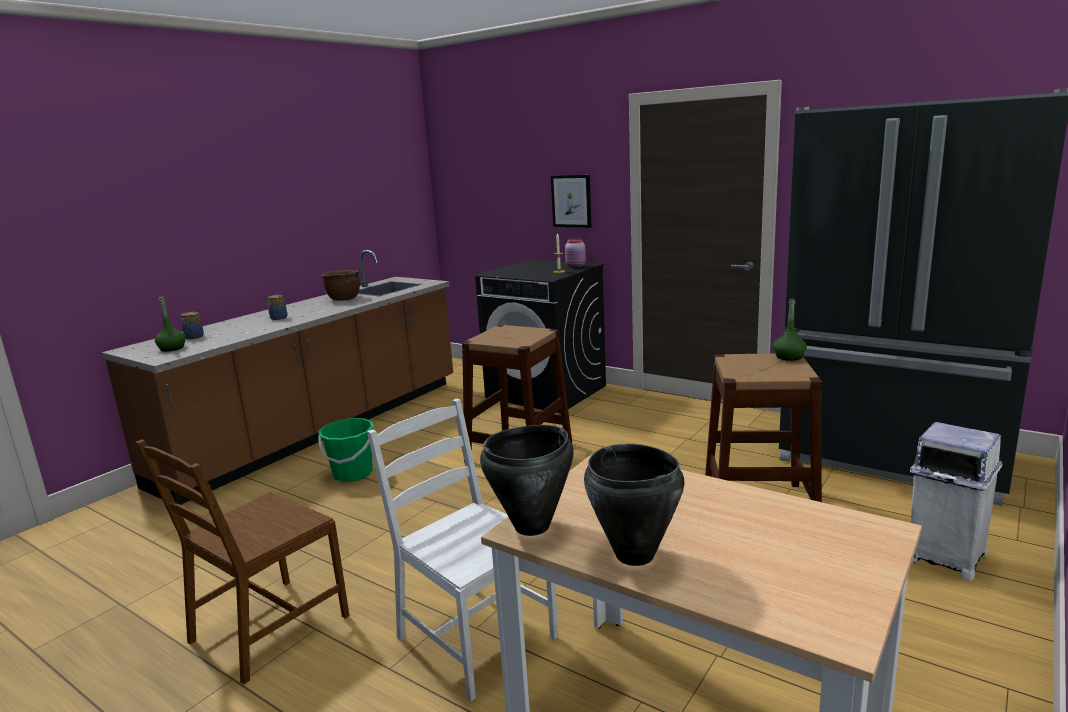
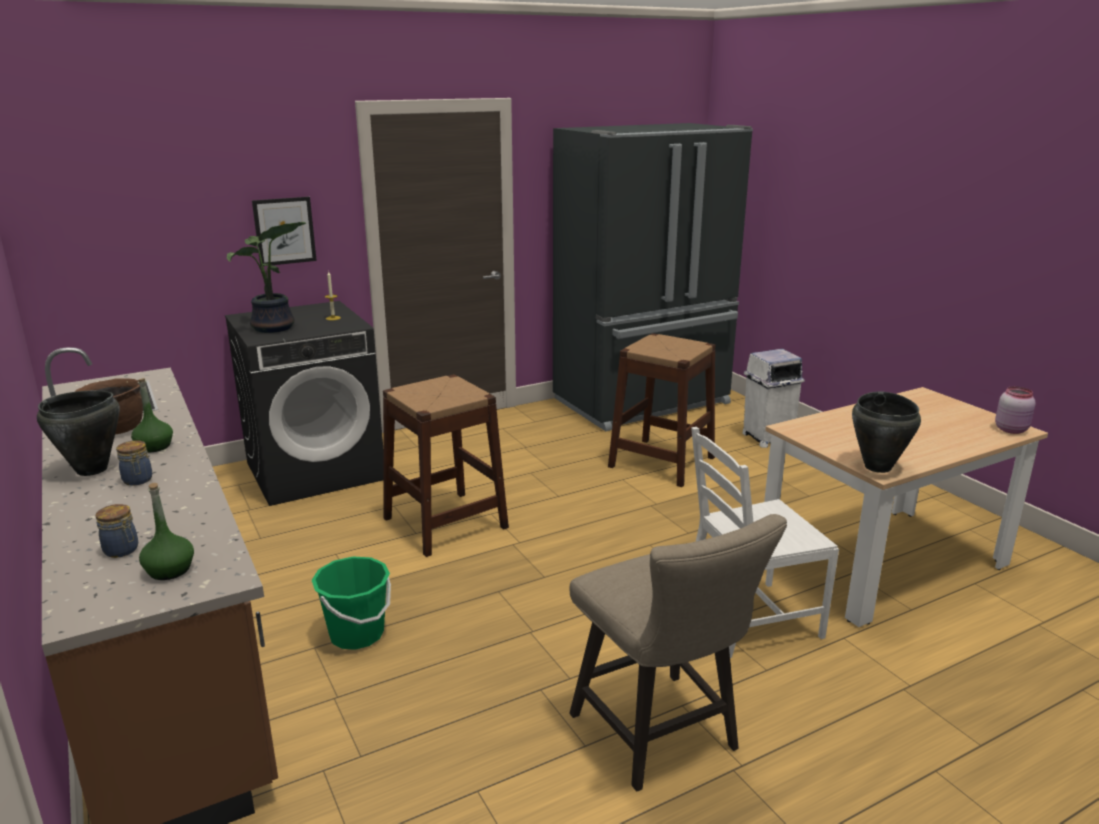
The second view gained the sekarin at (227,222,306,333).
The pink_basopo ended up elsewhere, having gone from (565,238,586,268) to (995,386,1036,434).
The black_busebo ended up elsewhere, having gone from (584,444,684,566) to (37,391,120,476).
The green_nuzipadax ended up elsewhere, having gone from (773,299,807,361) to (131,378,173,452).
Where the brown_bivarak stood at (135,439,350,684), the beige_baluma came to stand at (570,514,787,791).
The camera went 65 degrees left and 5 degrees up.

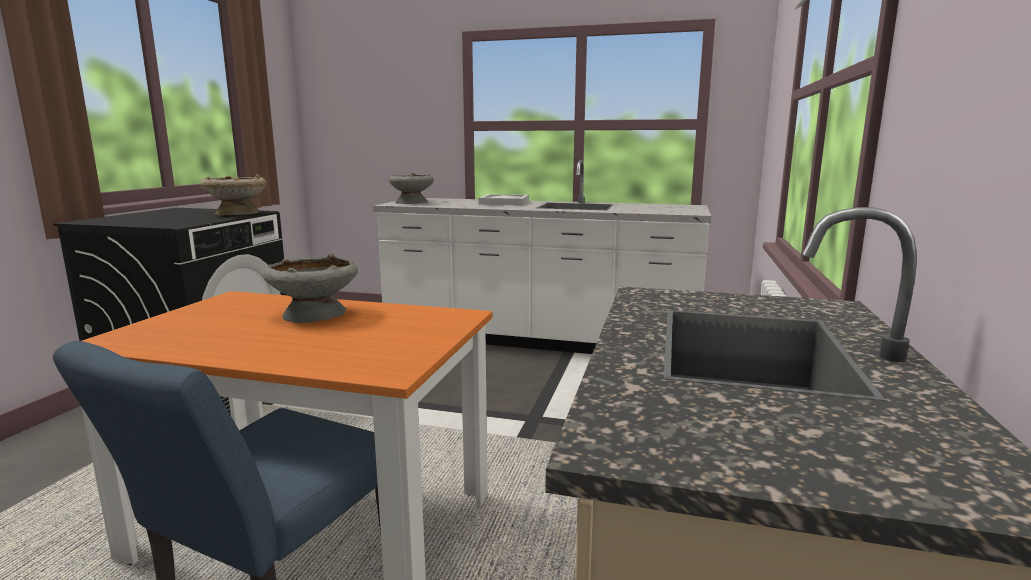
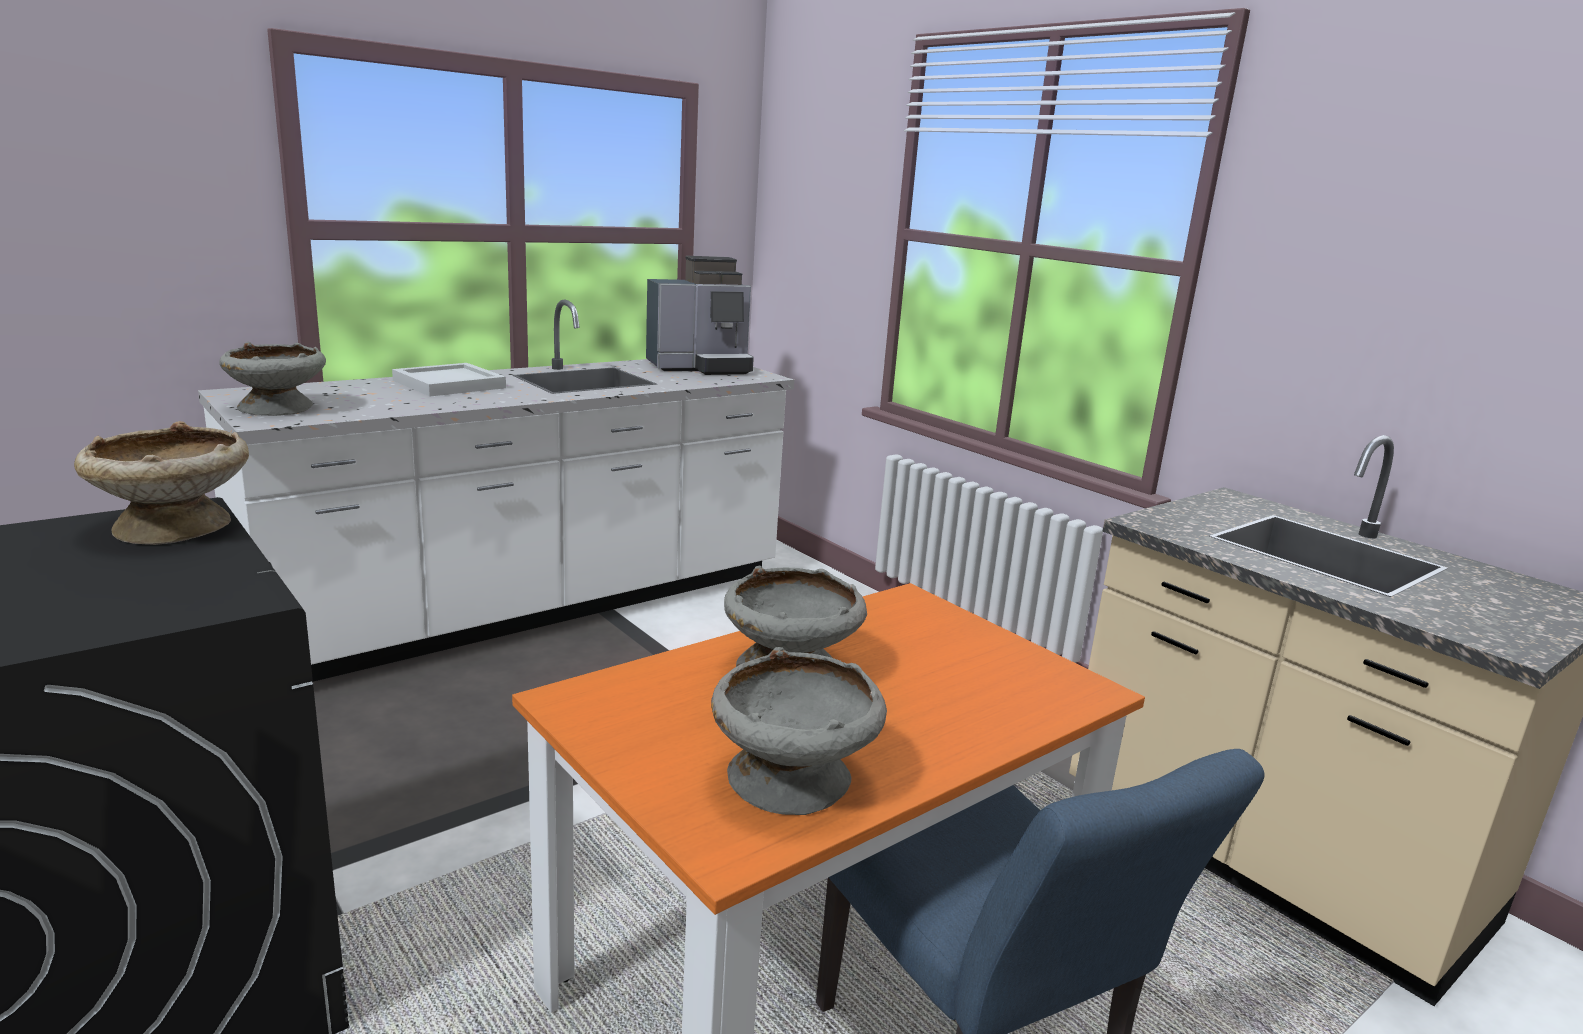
The second view gained the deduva at (646,256,754,375).
The second view gained the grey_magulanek at (711,647,887,815).
The camera went 55 degrees left and 5 degrees up.

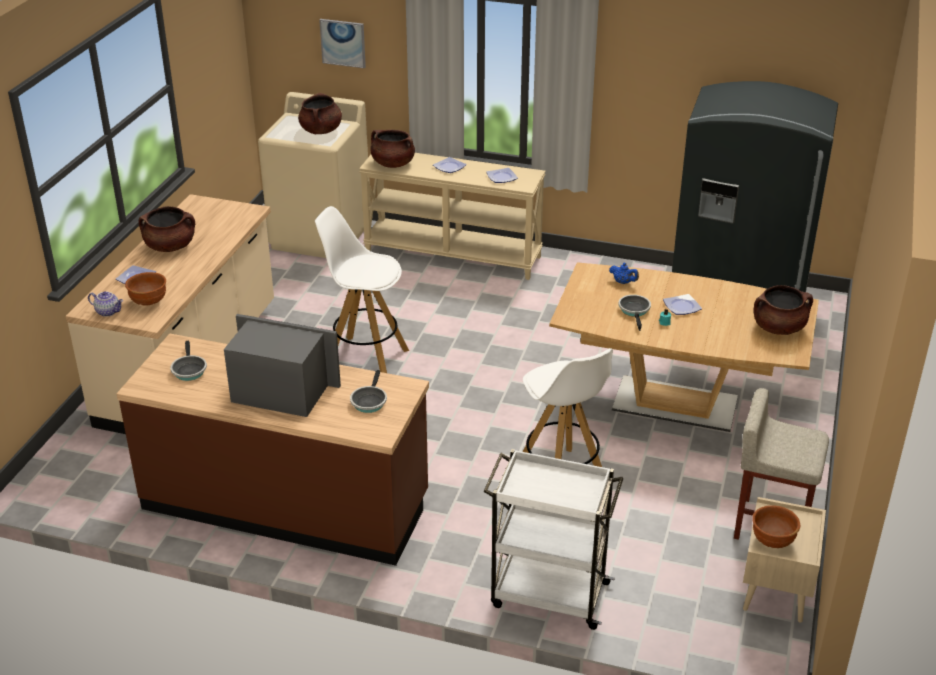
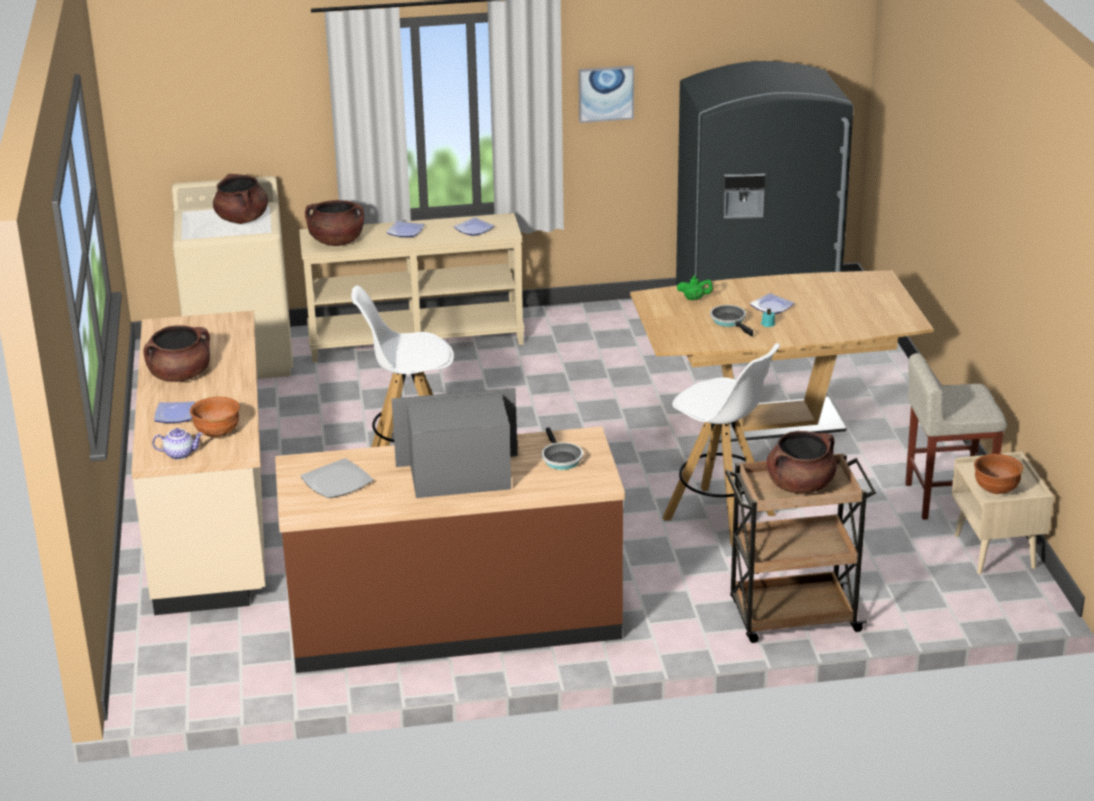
The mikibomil ended up elsewhere, having gone from (319,19,366,68) to (579,66,634,123).
The brown_busebo ended up elsewhere, having gone from (753,285,813,335) to (767,431,836,494).
Where the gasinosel stood at (170,341,207,381), the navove came to stand at (300,458,374,498).
What was the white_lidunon at (484,449,623,630) turned into the brown_lidunon at (725,453,876,643).
What was the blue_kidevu at (609,263,639,284) turned into the green_kidevu at (677,276,713,300).
The camera went 25 degrees left and 5 degrees down.

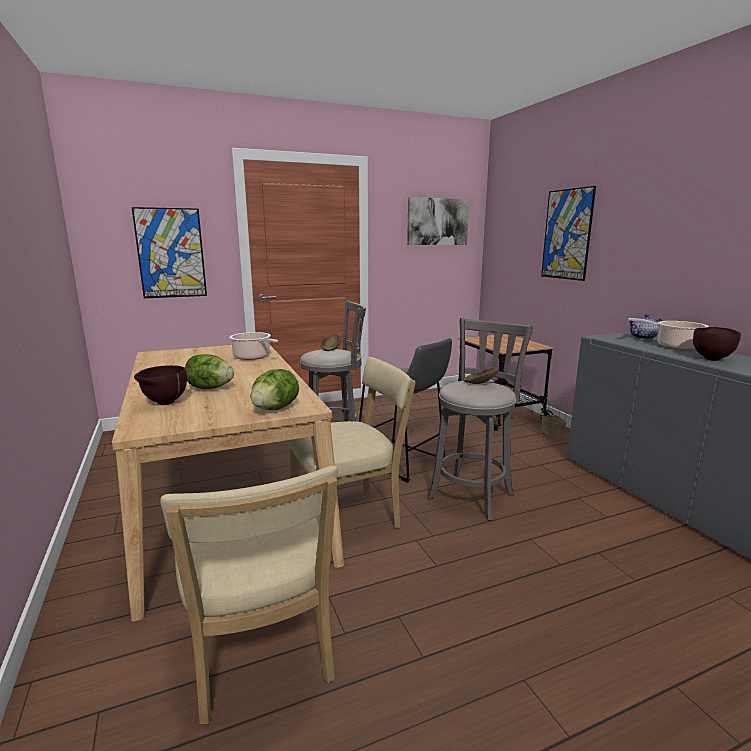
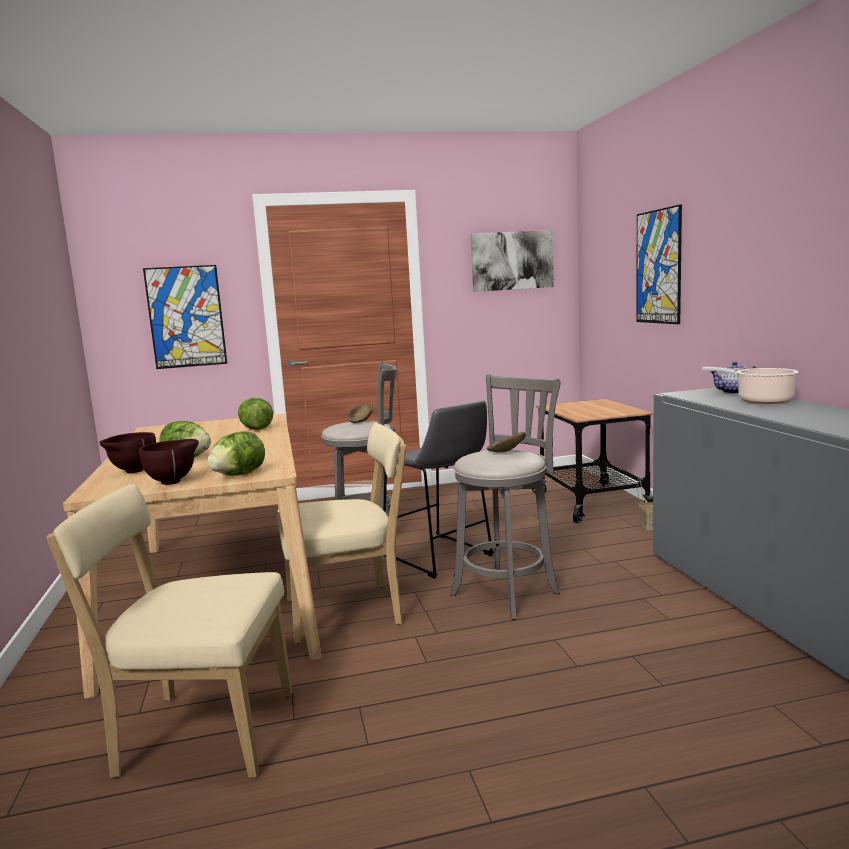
The brown_magulanek ended up elsewhere, having gone from (693,327,741,361) to (139,439,199,485).
Where the busebo stood at (229,332,278,360), the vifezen came to stand at (238,398,273,430).
The beige_bivarak at (160,466,338,724) ended up facing another way, 105 degrees clockwise from before.
The camera went 10 degrees right and 5 degrees down.

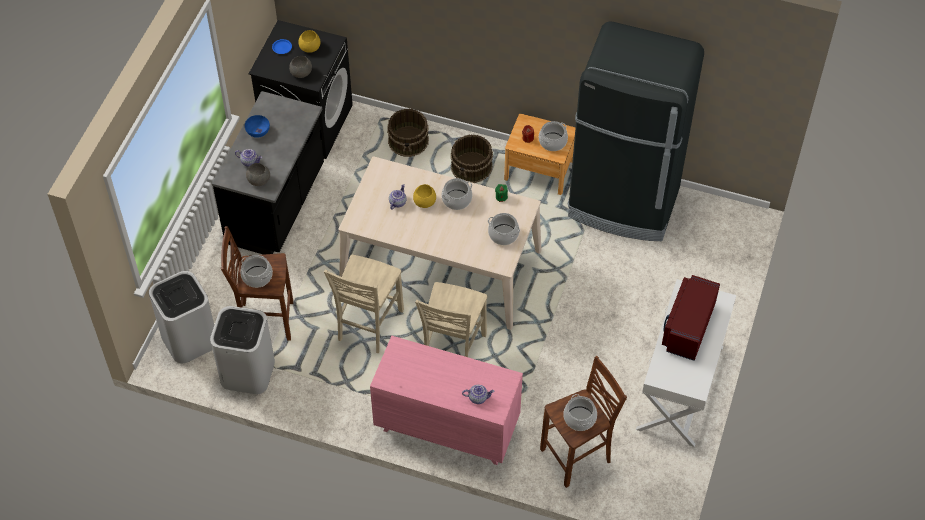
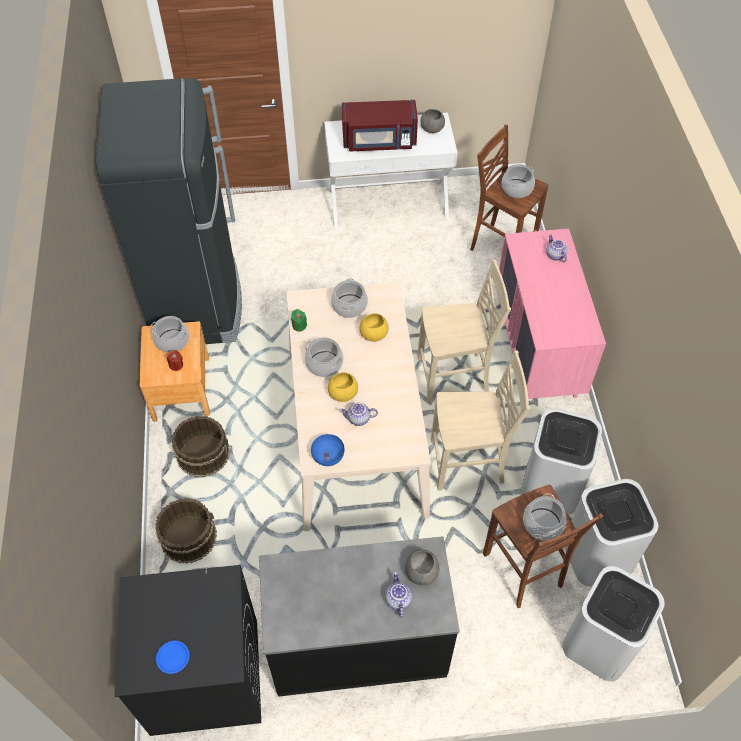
The second view gained the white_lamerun at (521,408,602,515).
The blue_magulanek ended up elsewhere, having gone from (245,115,270,138) to (311,434,345,466).
The grey_magulanek ended up elsewhere, having gone from (289,56,312,78) to (420,109,445,133).
The yellow_magulanek ended up elsewhere, having gone from (298,30,320,53) to (359,313,388,341).
The camera went 115 degrees left and 0 degrees up.

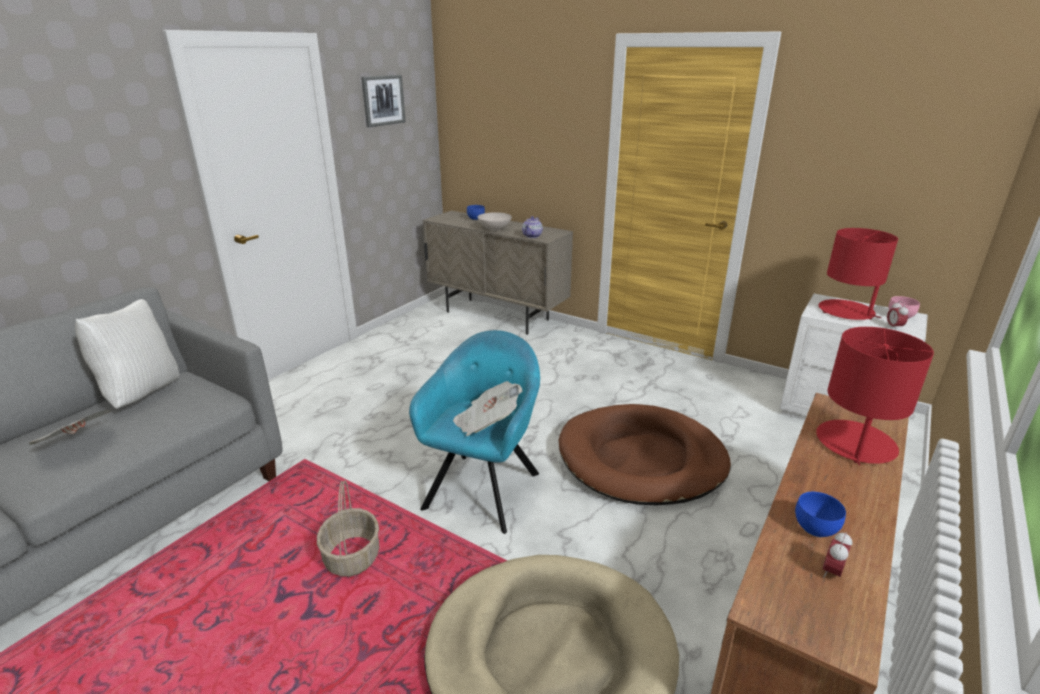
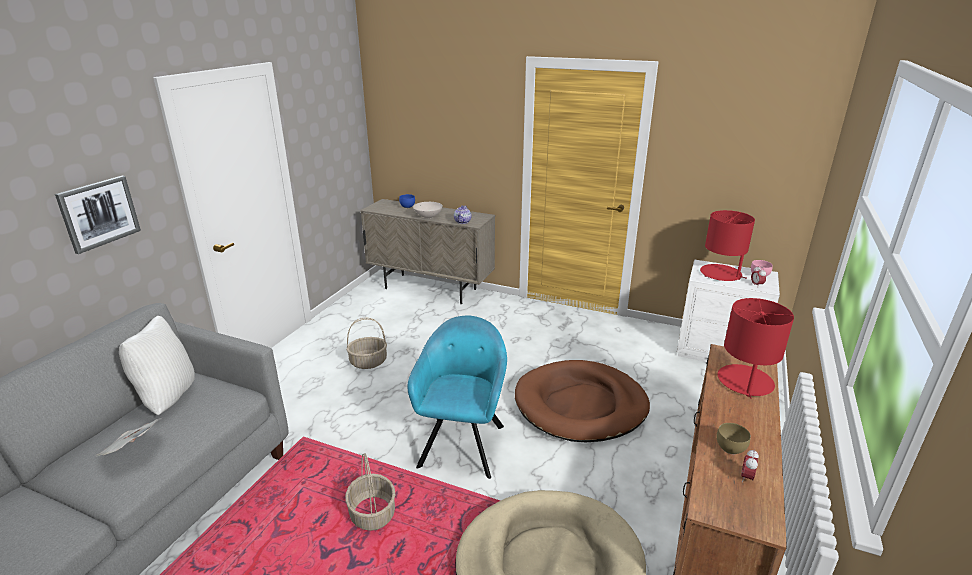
The second view lost the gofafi at (453,381,522,436).
The second view gained the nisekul at (346,318,387,369).
The mikibomil ended up elsewhere, having gone from (361,75,406,127) to (55,176,141,254).
What was the blue_magulanek at (795,492,846,537) turned into the brown_magulanek at (717,423,751,454).
The camera went 10 degrees left and 0 degrees up.

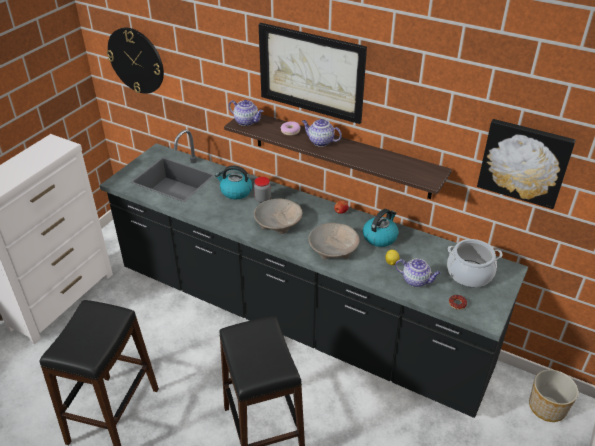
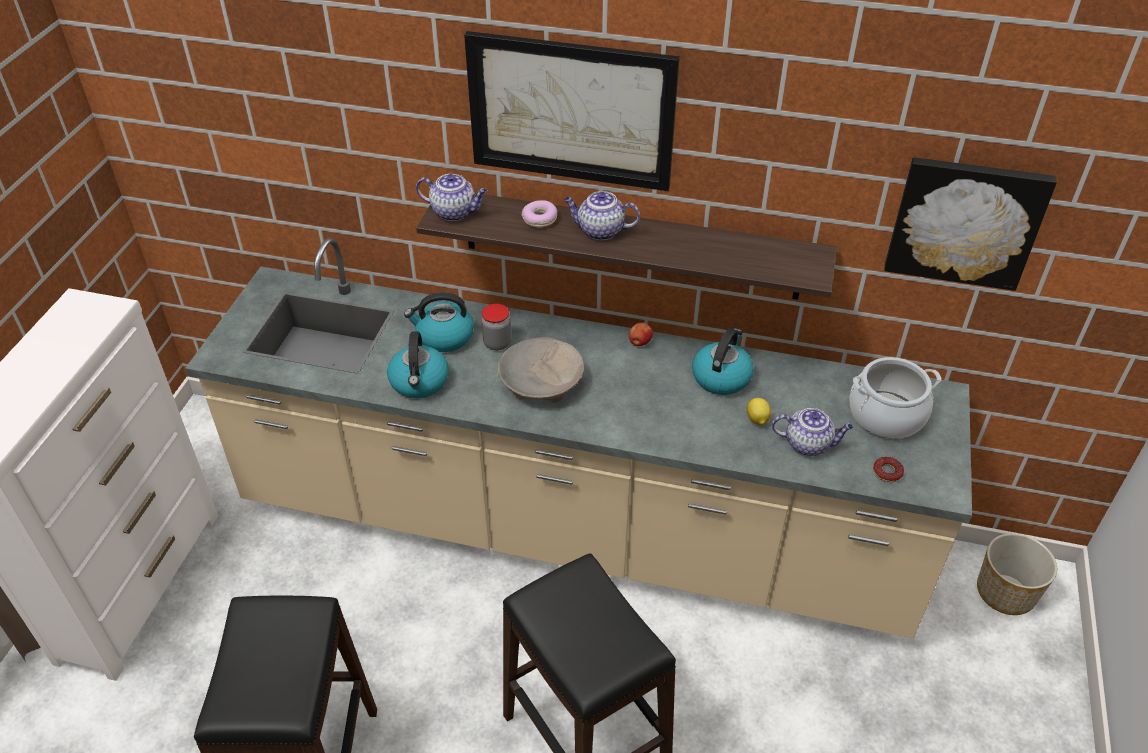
The second view lost the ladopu at (107,27,164,94).
The second view lost the beige_magulanek at (308,223,360,260).
The second view gained the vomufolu at (387,331,449,398).
What was the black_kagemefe at (100,130,528,418) turned into the beige_kagemefe at (185,238,972,638).
The camera went 15 degrees left and 5 degrees up.

